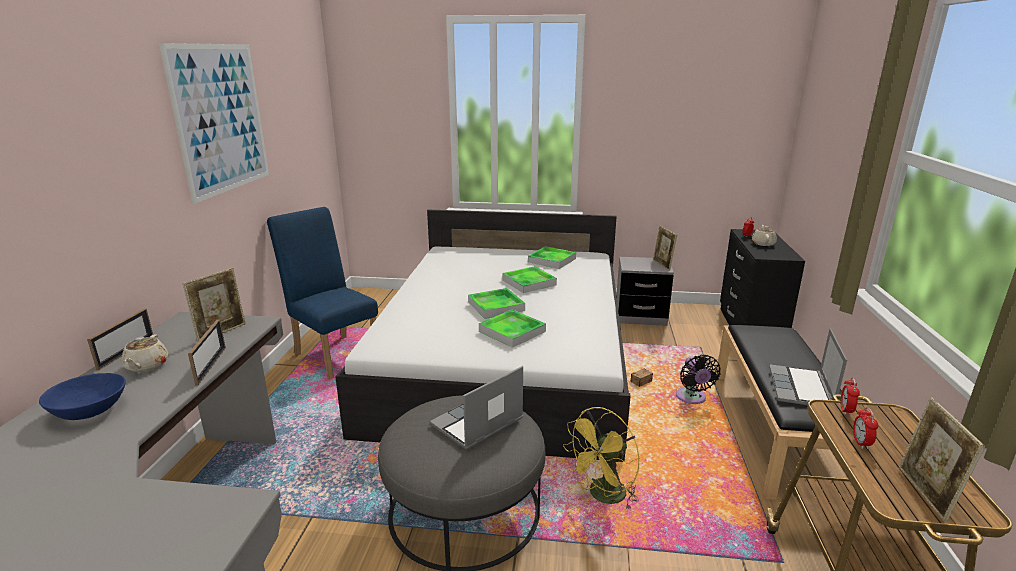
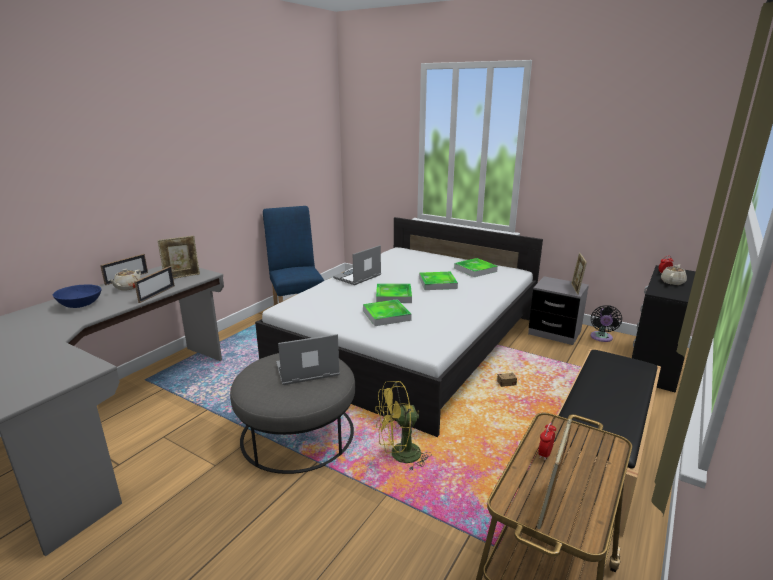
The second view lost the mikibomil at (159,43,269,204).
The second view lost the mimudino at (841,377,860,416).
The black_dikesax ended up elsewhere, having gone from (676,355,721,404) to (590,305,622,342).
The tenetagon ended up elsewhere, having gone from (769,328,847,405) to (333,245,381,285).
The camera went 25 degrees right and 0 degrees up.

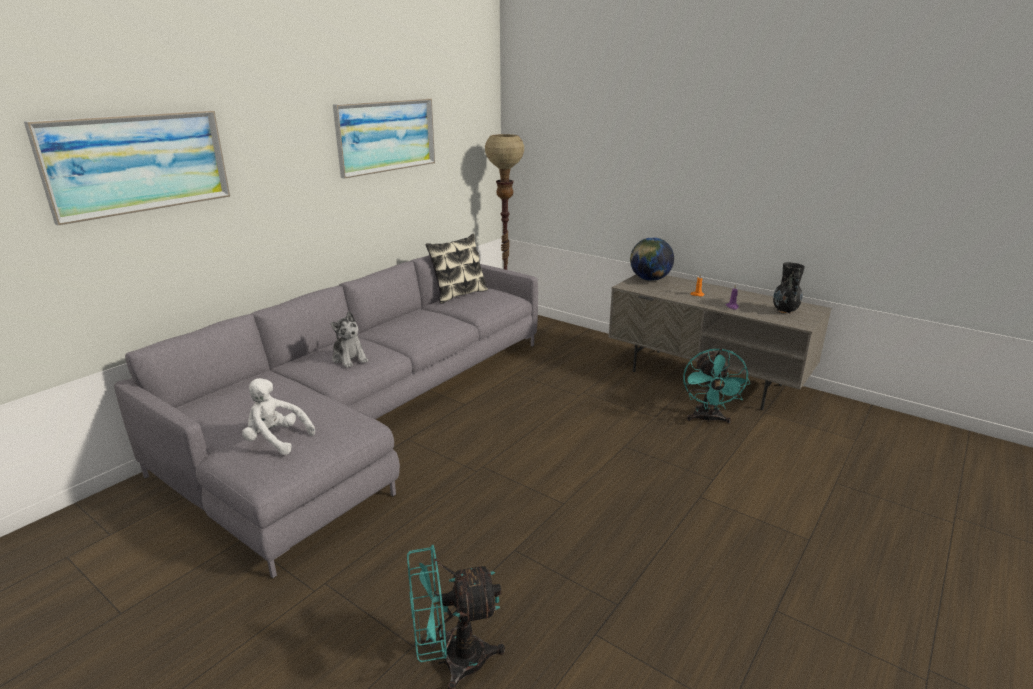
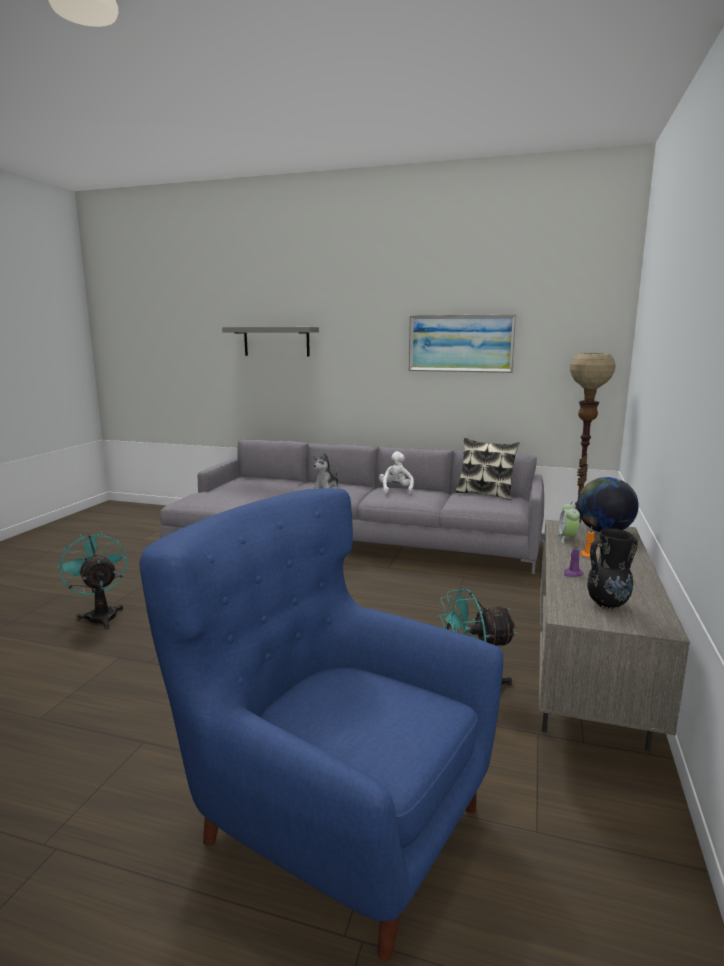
The second view gained the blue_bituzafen at (139,488,503,961).
The second view gained the mimudino at (557,501,580,543).
The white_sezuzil ended up elsewhere, having gone from (242,378,315,455) to (379,451,414,495).
Where the mikibomil hung at (24,110,230,226), the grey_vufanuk came to hang at (222,327,319,356).
The camera went 70 degrees right and 10 degrees down.

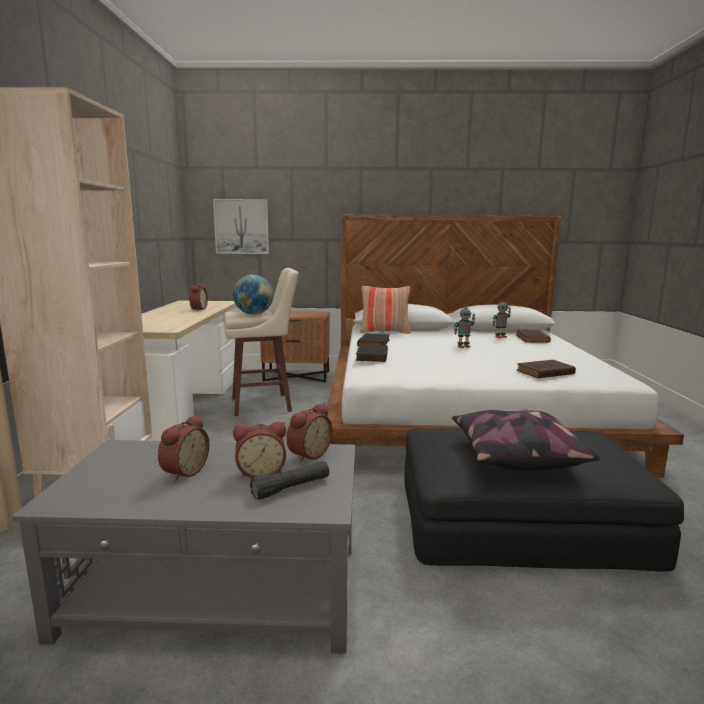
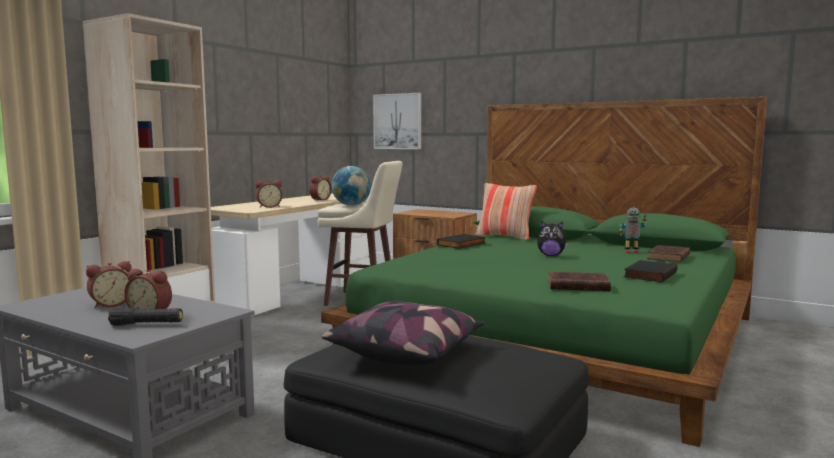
The mimudino ended up elsewhere, having gone from (286,403,332,463) to (256,180,282,208).
The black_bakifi ended up elsewhere, having gone from (356,344,388,362) to (623,260,677,283).
Where the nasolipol stood at (454,305,475,348), the sezuzil came to stand at (537,221,568,256).
What was the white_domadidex at (327,215,684,478) turned into the green_domadidex at (321,97,767,447).
The camera went 30 degrees right and 5 degrees down.

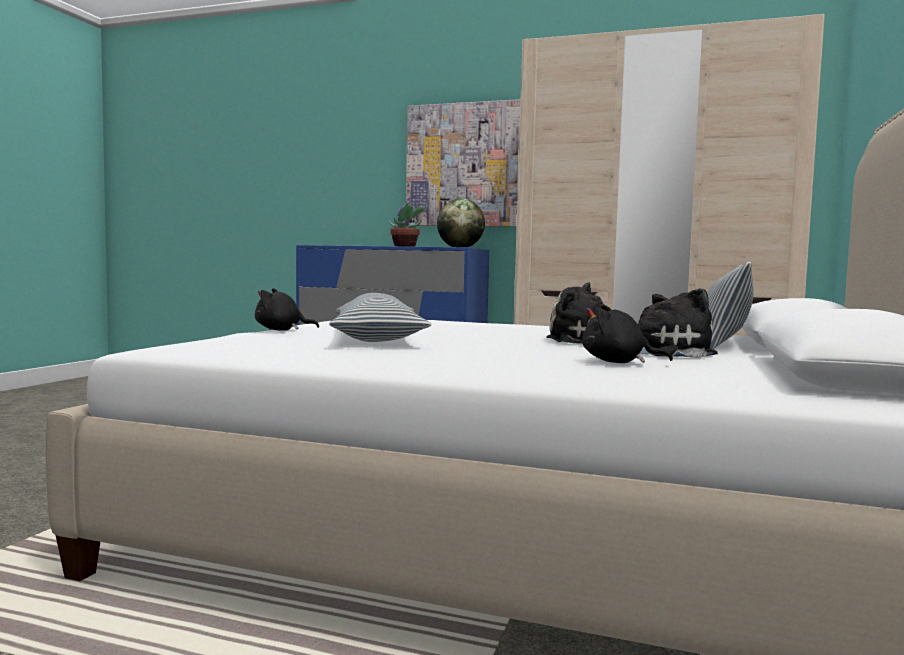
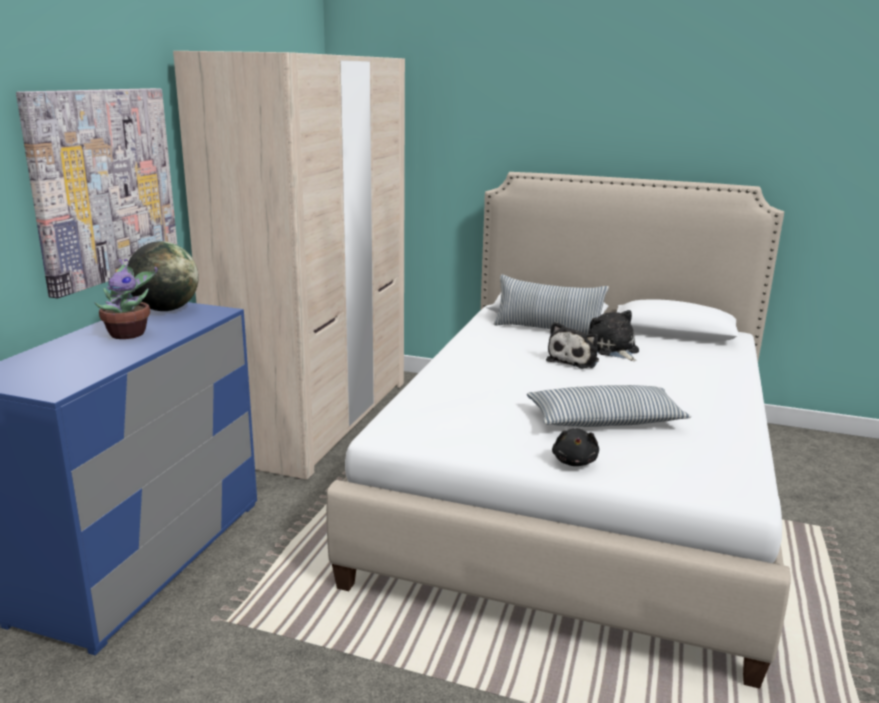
The second view lost the black_sezuzil at (582,305,673,363).
The camera went 90 degrees left and 15 degrees up.

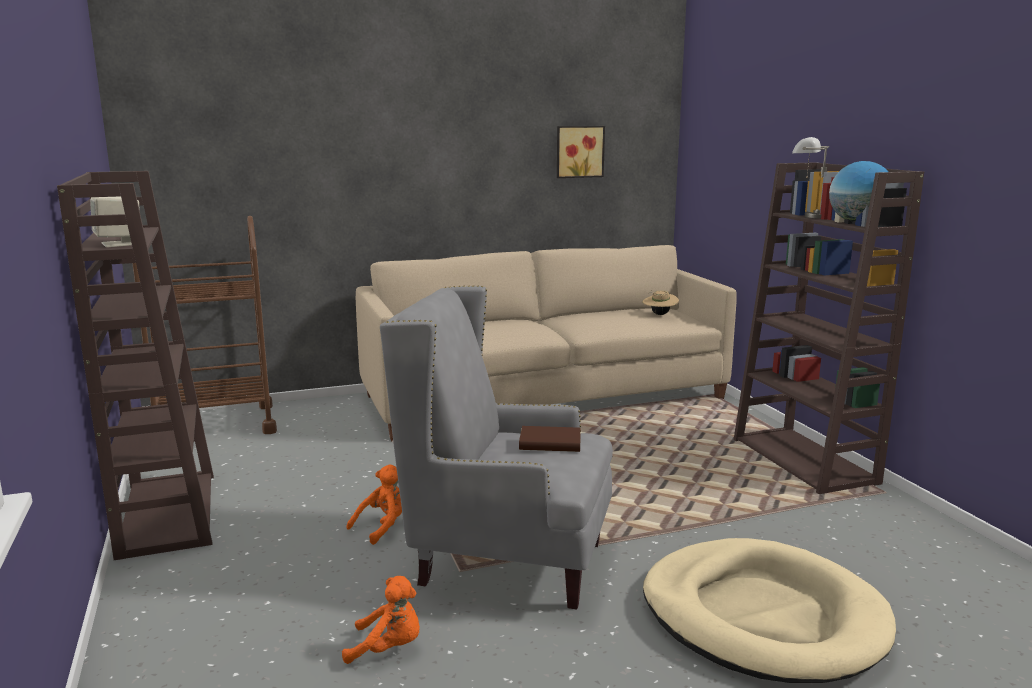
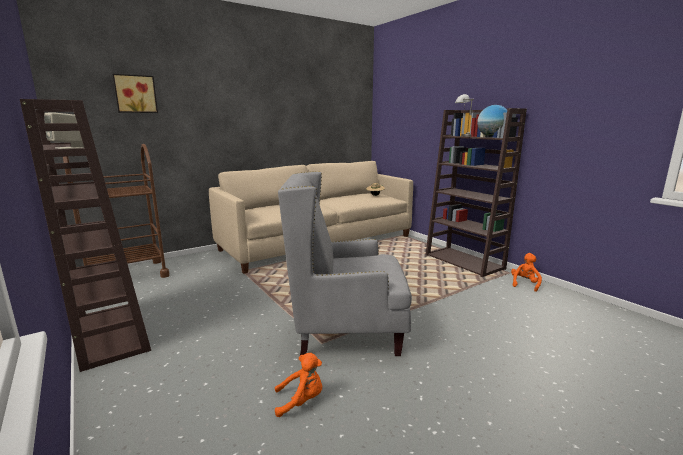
The second view lost the brown_bakifi at (519,426,581,452).
The second view lost the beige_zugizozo at (643,538,896,683).
The orange_sezuzil ended up elsewhere, having gone from (346,464,402,545) to (511,253,542,292).
The mikibomil ended up elsewhere, having gone from (557,126,605,178) to (113,74,158,113).
The camera went 15 degrees left and 0 degrees up.

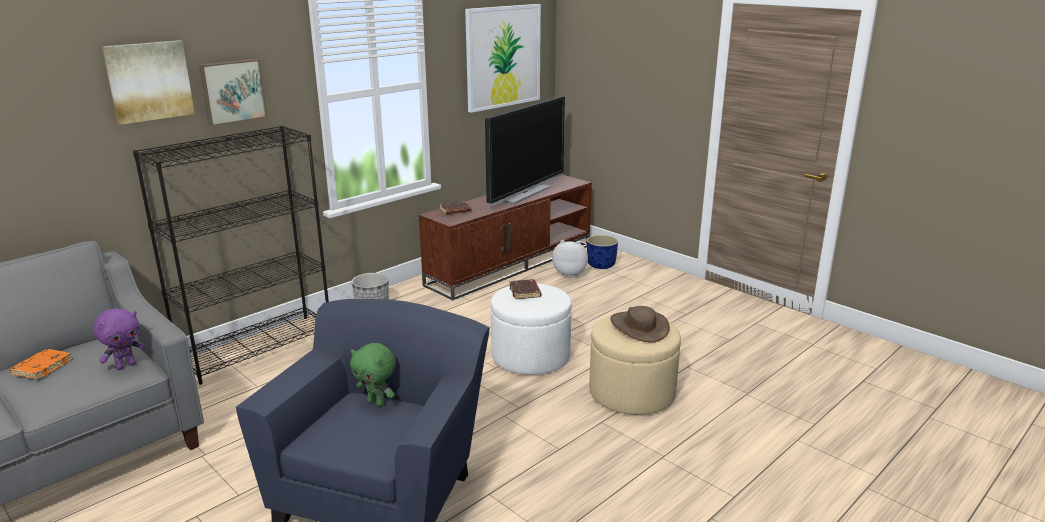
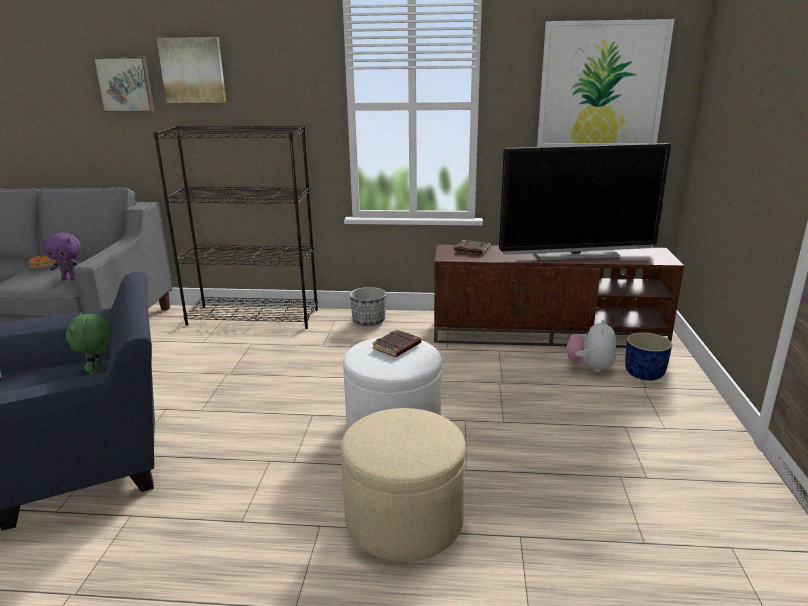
The second view lost the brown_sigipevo at (610,306,670,343).
The mikibomil ended up elsewhere, having gone from (199,59,267,126) to (92,57,154,112).
The sezuzil at (552,240,588,277) ended up facing another way, 135 degrees counterclockwise from before.
The camera went 50 degrees right and 0 degrees up.

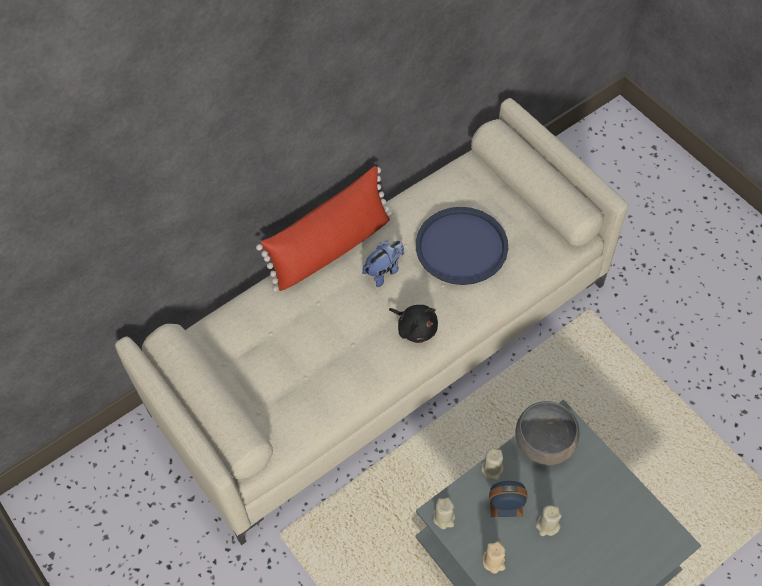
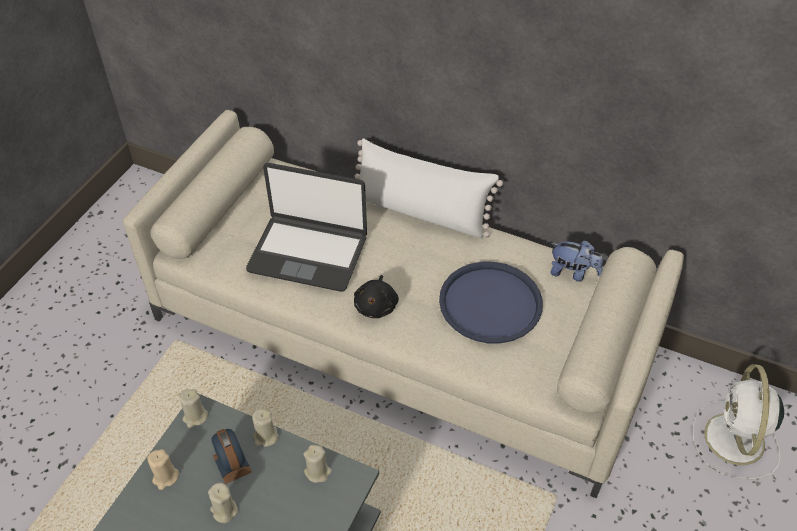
The second view gained the tenetagon at (246,163,367,292).
The second view gained the white_dikesax at (692,364,784,479).
The sezuzil ended up elsewhere, having gone from (362,241,404,287) to (550,240,603,282).
Where the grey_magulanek stood at (515,401,580,465), the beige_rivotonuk came to stand at (304,445,332,483).
What was the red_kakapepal at (256,166,392,292) turned into the white_kakapepal at (354,138,503,239).
The camera went 60 degrees right and 10 degrees down.

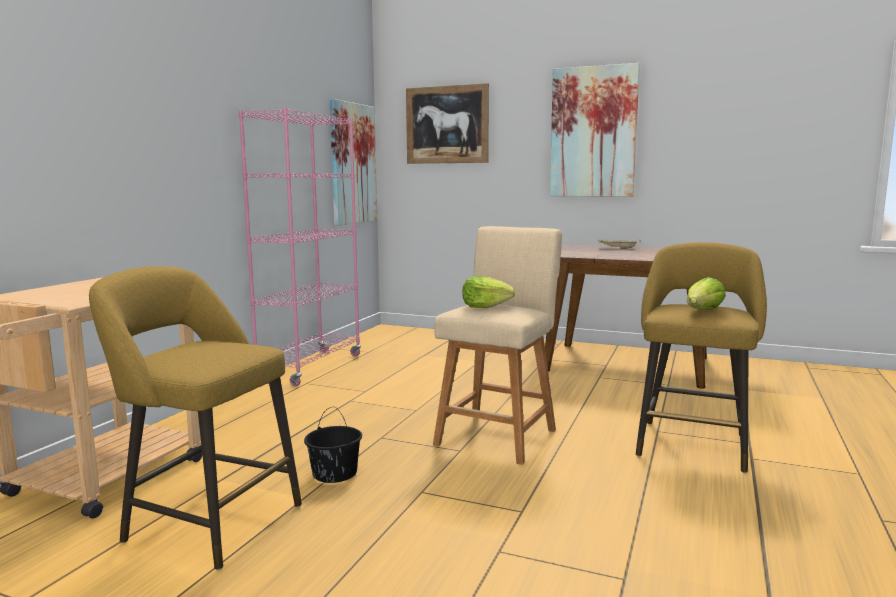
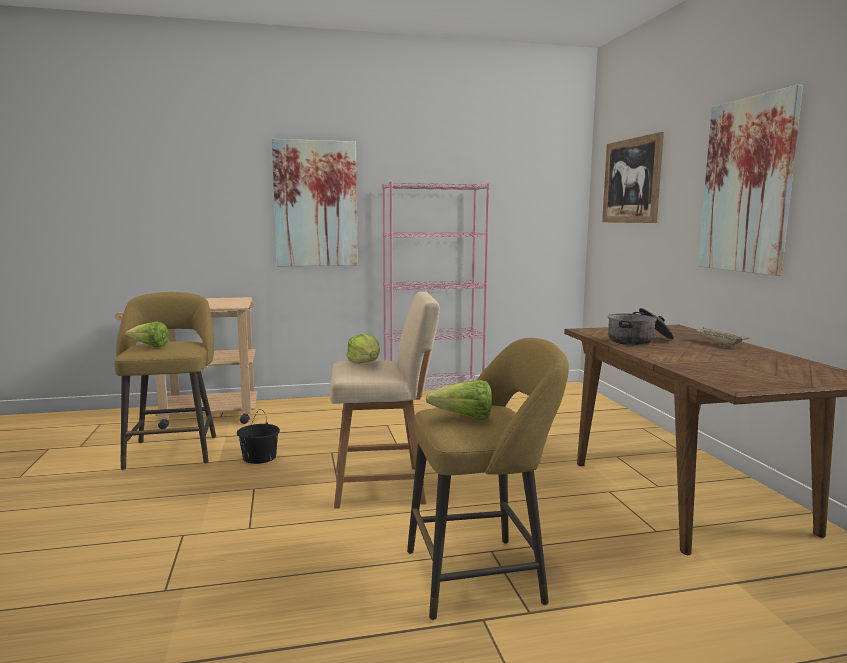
The second view gained the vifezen at (125,322,169,347).
The second view gained the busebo at (608,308,674,345).
The mikibomil ended up elsewhere, having gone from (330,99,377,226) to (272,139,358,266).
The camera went 55 degrees right and 0 degrees up.

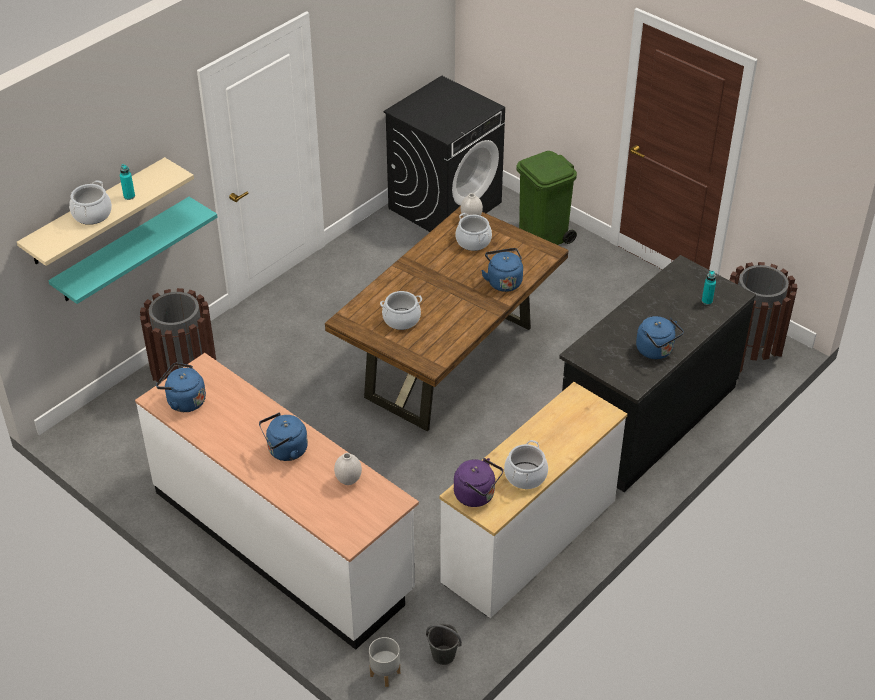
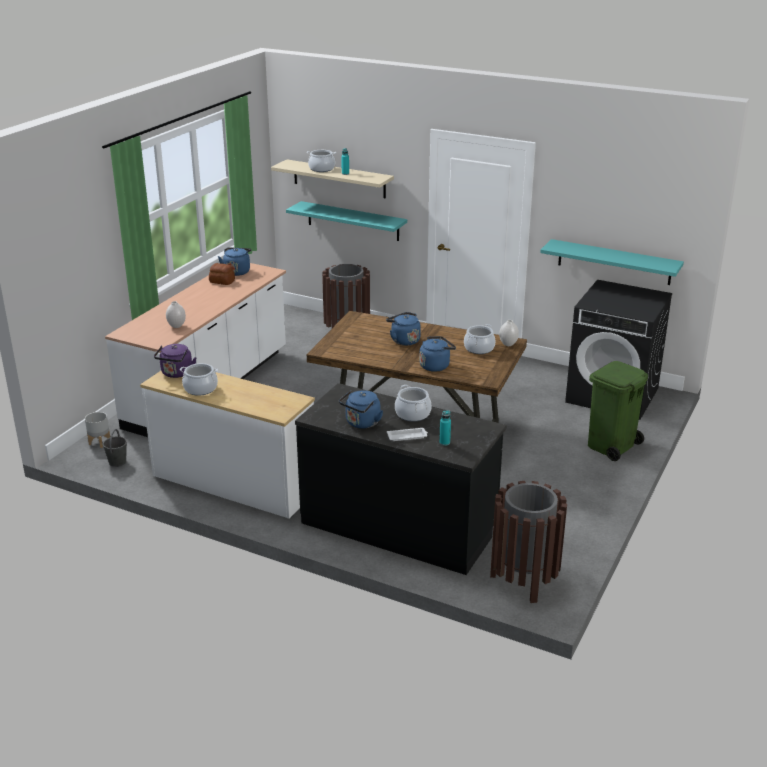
The second view gained the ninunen at (209,263,235,285).
The second view gained the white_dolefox at (387,428,428,441).
The second view gained the turquoise_vufanuk at (540,239,684,285).
The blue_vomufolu ended up elsewhere, having gone from (259,413,308,461) to (386,312,421,346).
The busebo ended up elsewhere, having gone from (380,291,422,330) to (395,385,432,422).
The camera went 75 degrees right and 15 degrees down.

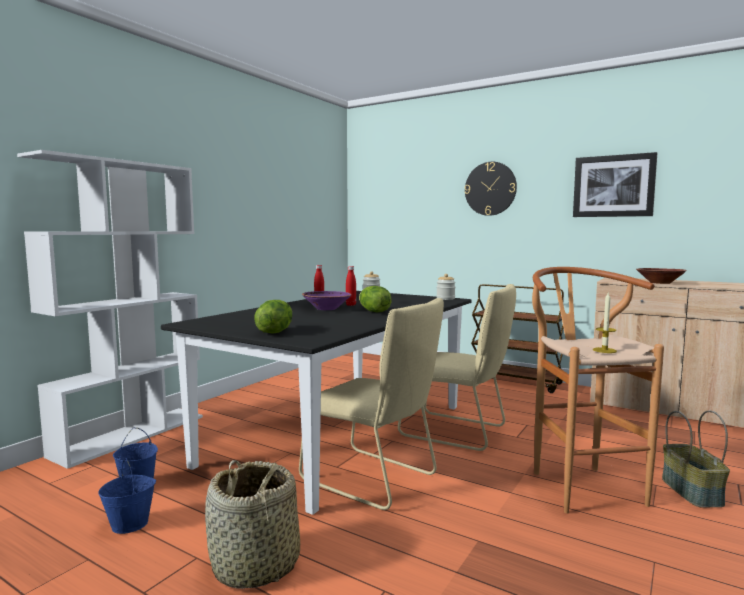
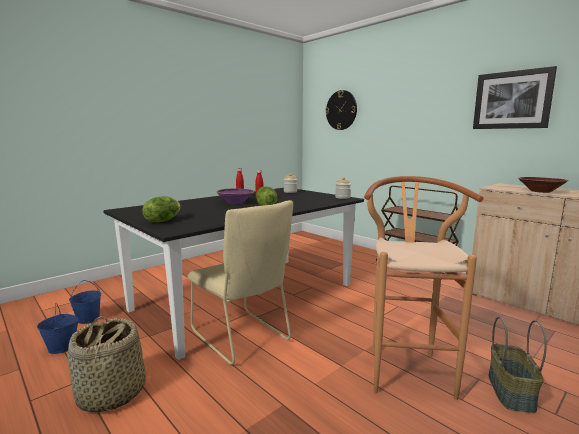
The second view lost the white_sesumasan at (17,150,203,469).
The second view lost the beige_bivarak at (398,284,516,451).
The second view lost the rivotonuk at (593,293,617,353).
The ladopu ended up elsewhere, having gone from (465,162,517,216) to (325,90,357,130).
The camera went 15 degrees right and 5 degrees up.

